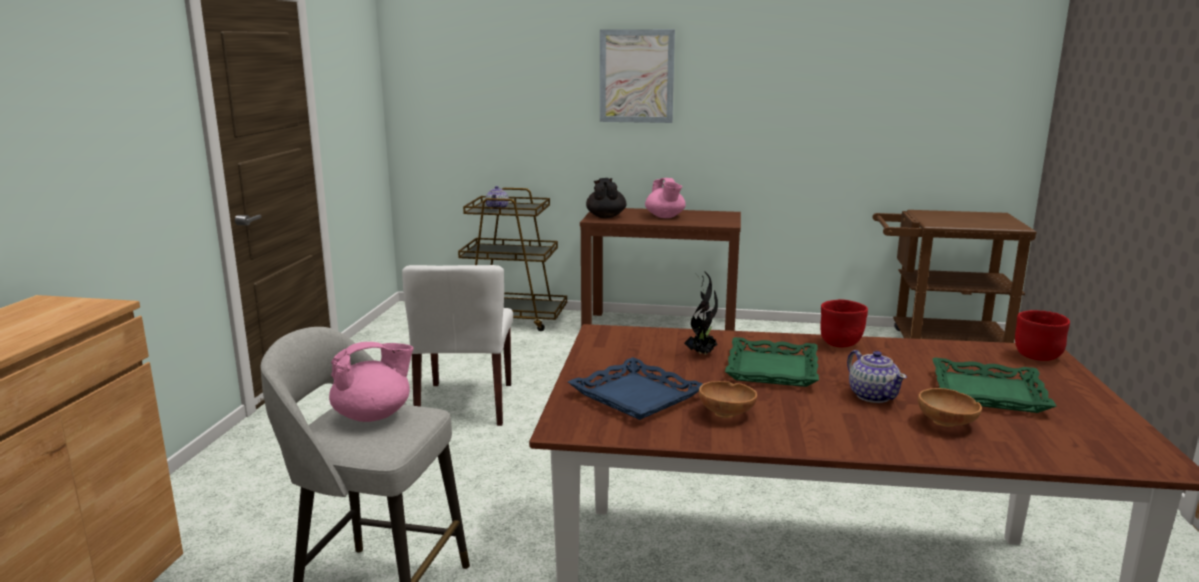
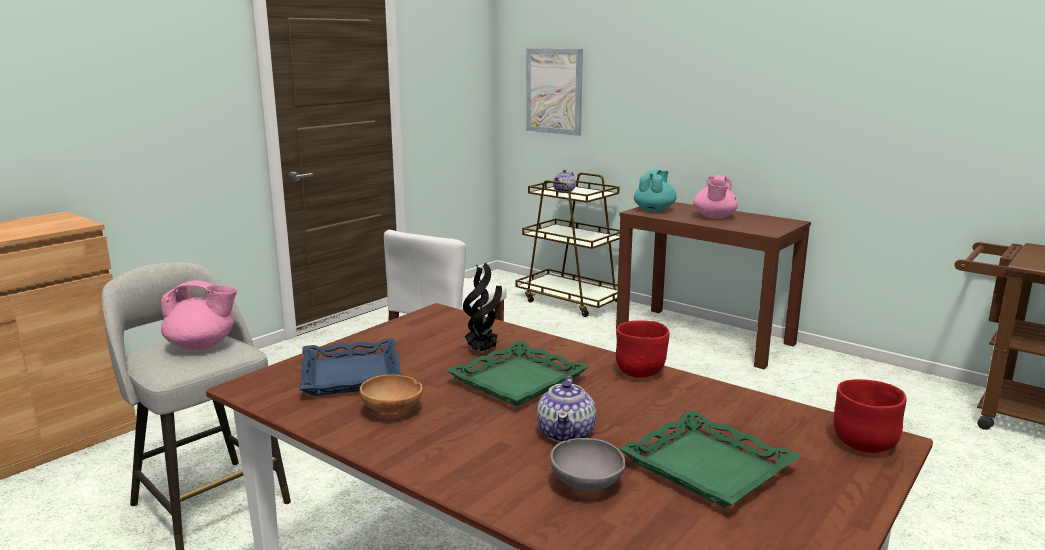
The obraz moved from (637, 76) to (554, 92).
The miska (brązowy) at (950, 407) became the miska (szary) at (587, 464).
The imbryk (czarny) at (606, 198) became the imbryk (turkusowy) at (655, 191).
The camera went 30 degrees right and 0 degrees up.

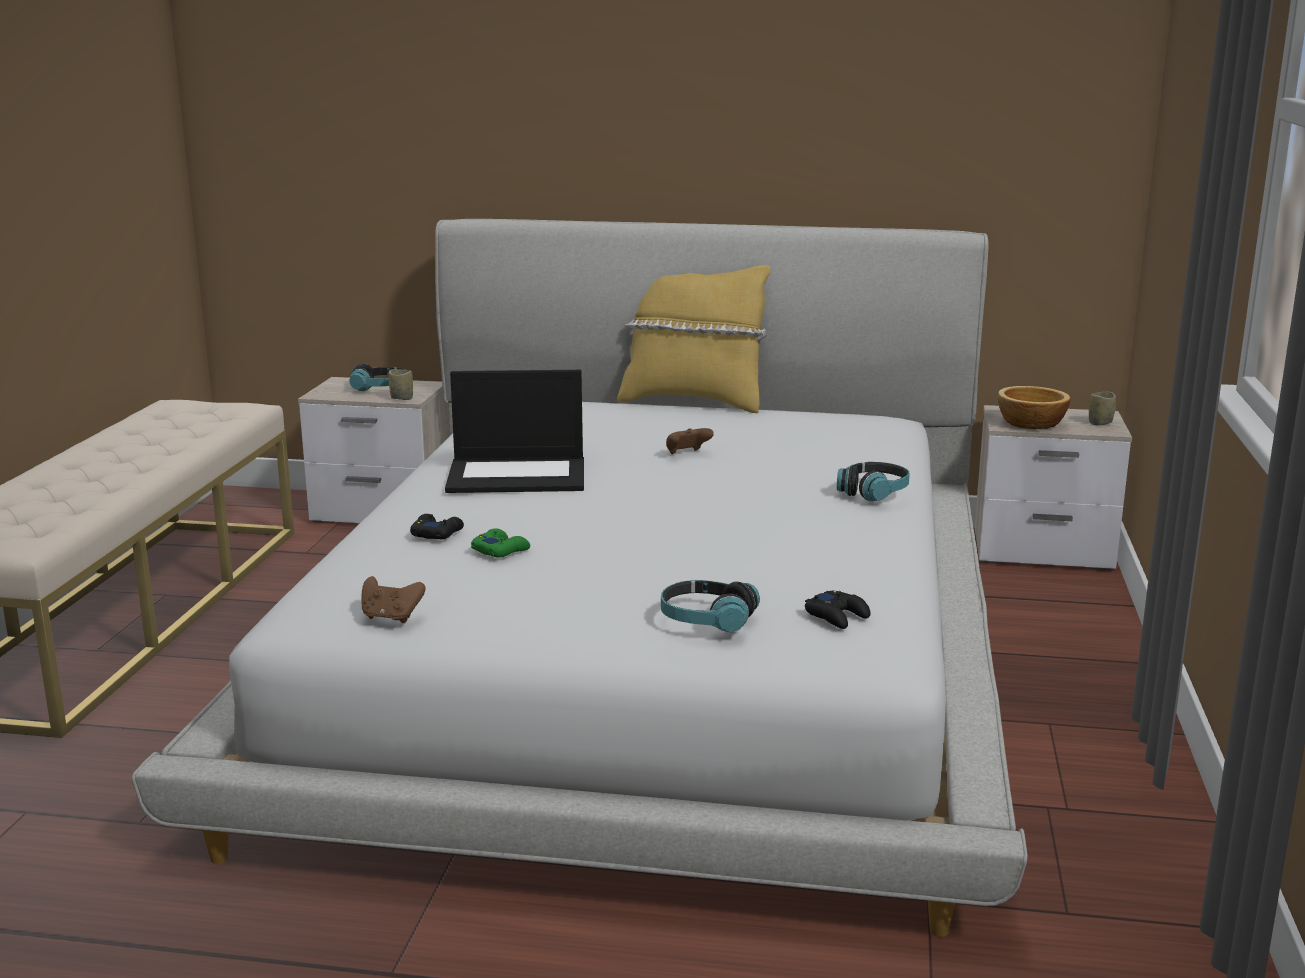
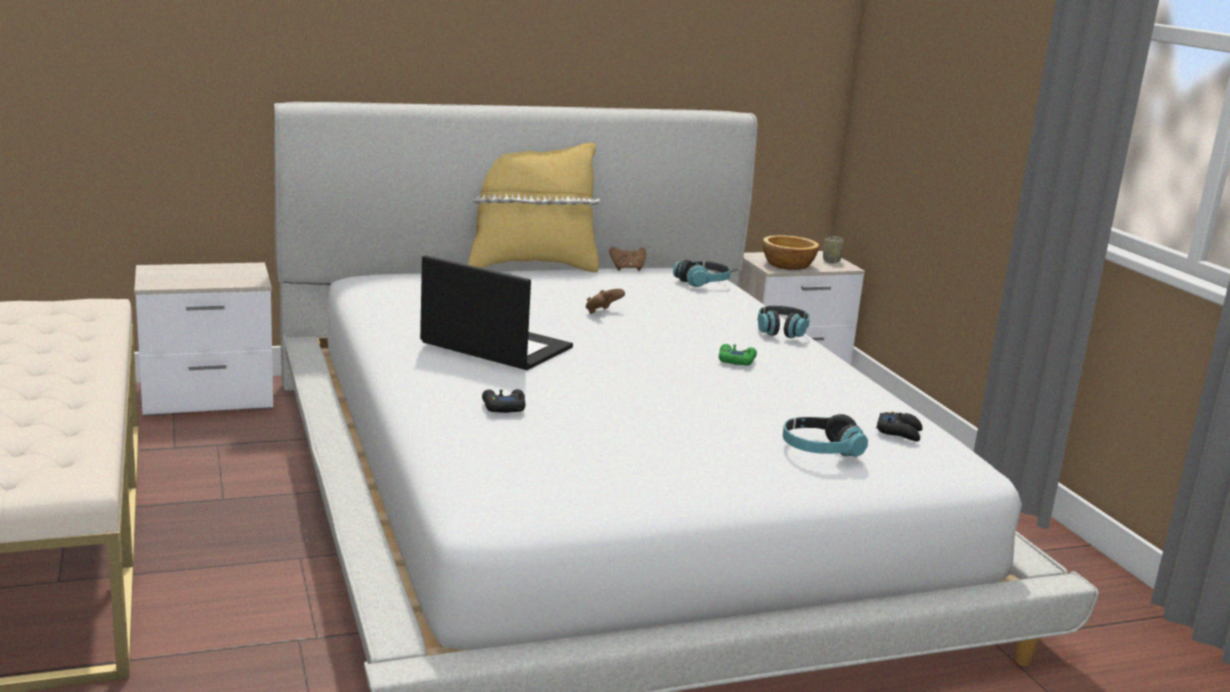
The laptop at (514, 431) turned 120 degrees counterclockwise.
The pad do gier (brązowy) moved from (393, 599) to (627, 259).
The słuchawki moved from (377, 377) to (702, 273).
The pad do gier (zielony) moved from (500, 543) to (738, 354).
The filiżanka at (401, 384) disappeared.
The camera went 30 degrees left and 0 degrees up.

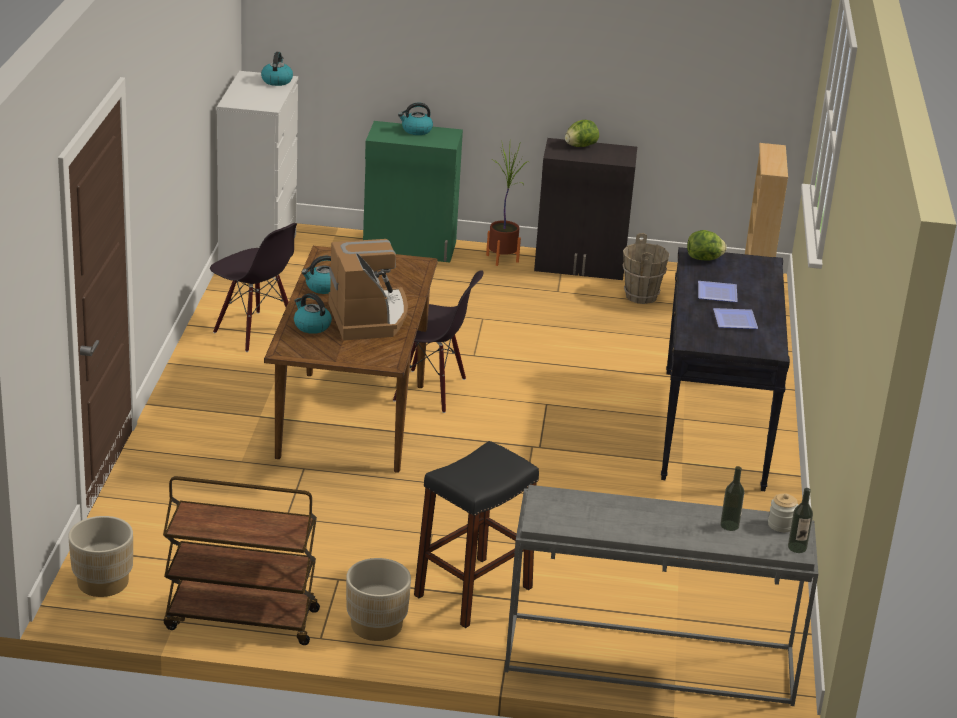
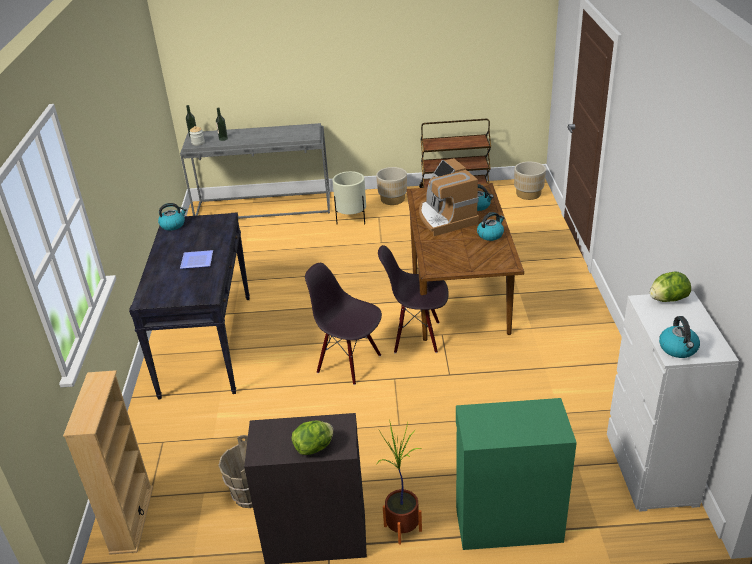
The czajnik moved from (415, 118) to (172, 216).
The krzesło (czarny) moved from (253, 287) to (343, 324).
The stołek (czarny) at (476, 534) was replaced by the donica (beżowy) at (349, 197).
The sałata moved from (707, 245) to (670, 286).
The talerz at (735, 318) disappeared.
The camera went 175 degrees right and 5 degrees up.

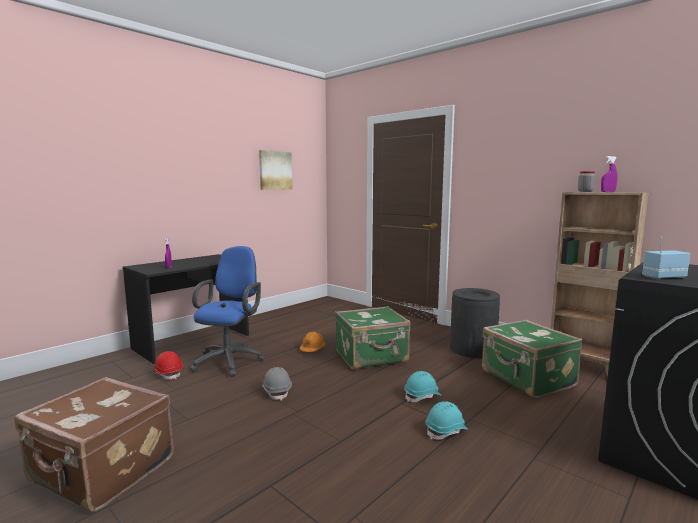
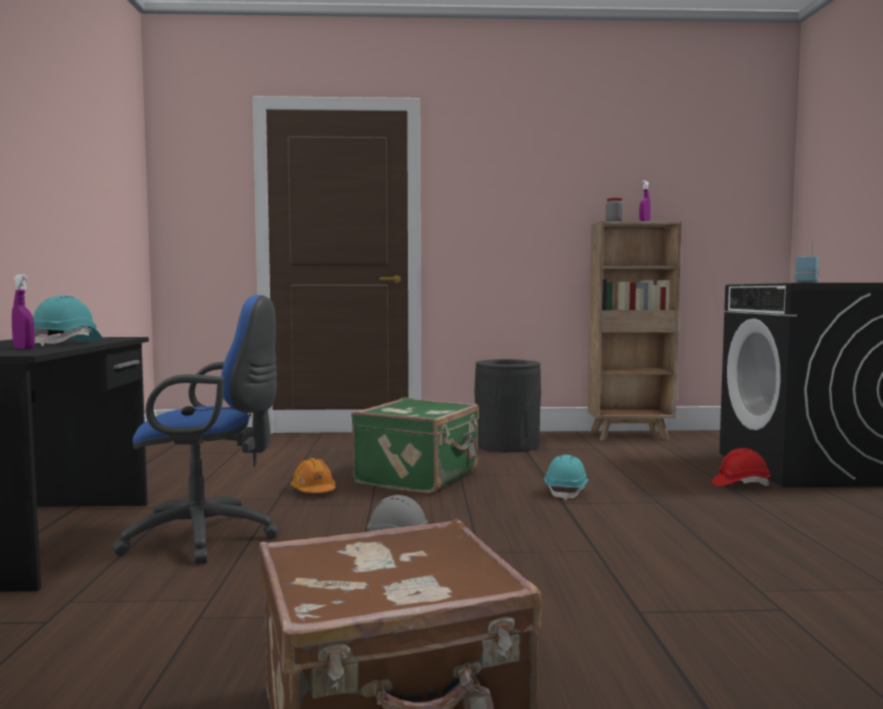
The kask (turkusowy) moved from (446, 420) to (67, 320).
The krzesło biurowe (niebieski) at (227, 311) turned 120 degrees clockwise.
The kask (czerwony) moved from (168, 365) to (741, 467).
The obraz at (275, 170) disappeared.
The walizka (zielony) at (532, 359) disappeared.
The camera went 45 degrees left and 5 degrees down.

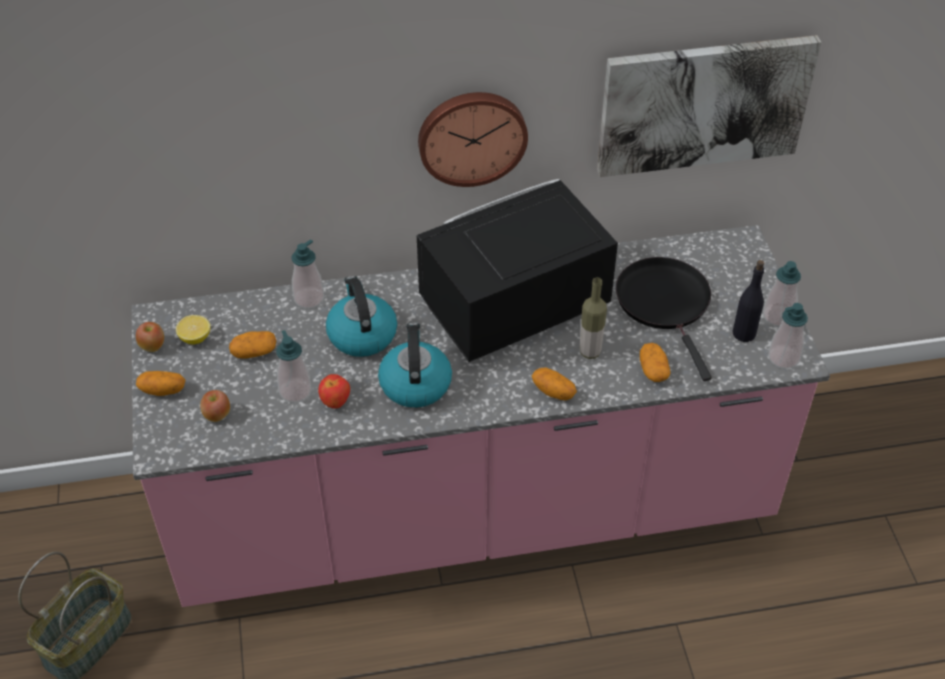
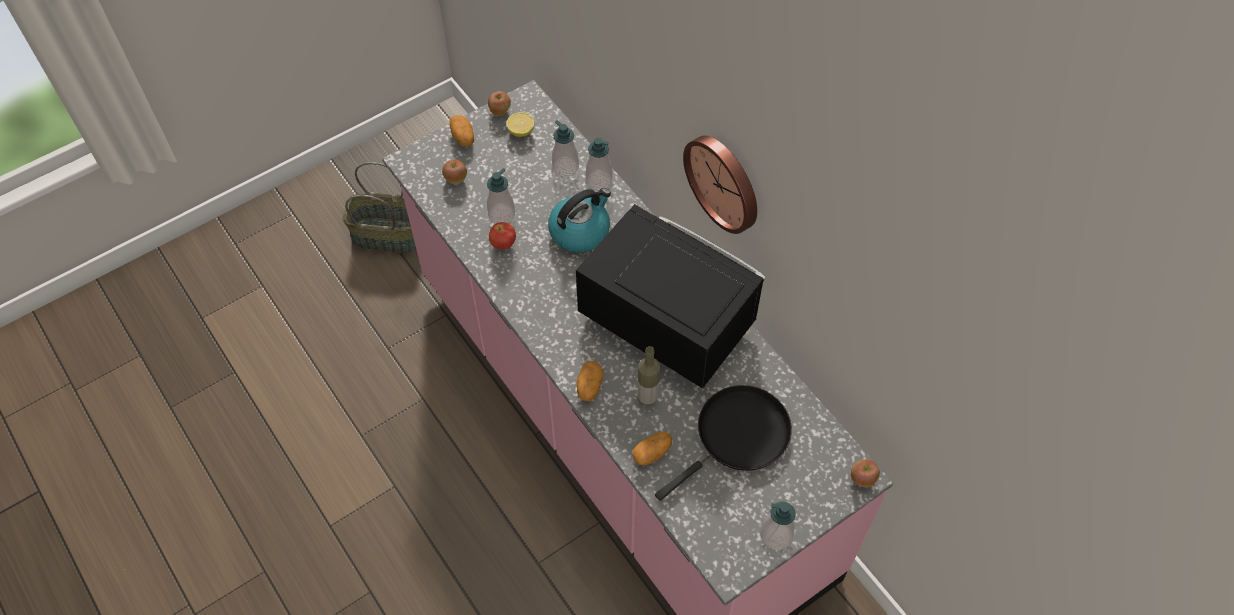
The dozownik mydła moved from (788, 336) to (565, 148).
The jabłko at (865, 473) appeared.
The ziemniak at (252, 345) disappeared.
The czajnik at (415, 365) disappeared.
The obraz at (709, 106) disappeared.
The butelka (czarny) at (748, 301) disappeared.
The camera went 65 degrees right and 10 degrees up.

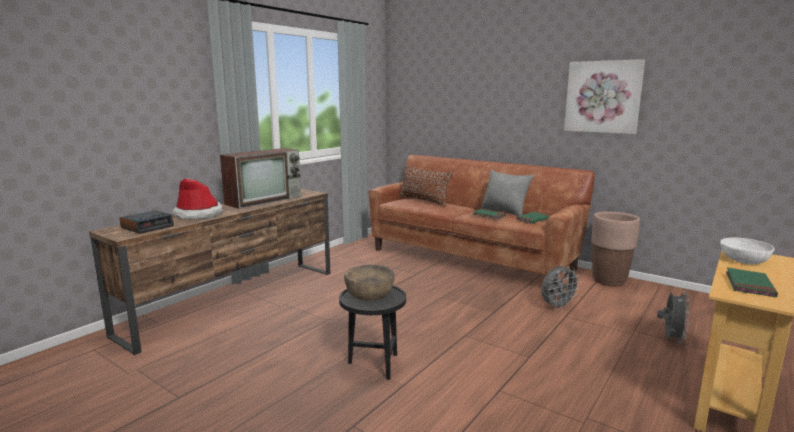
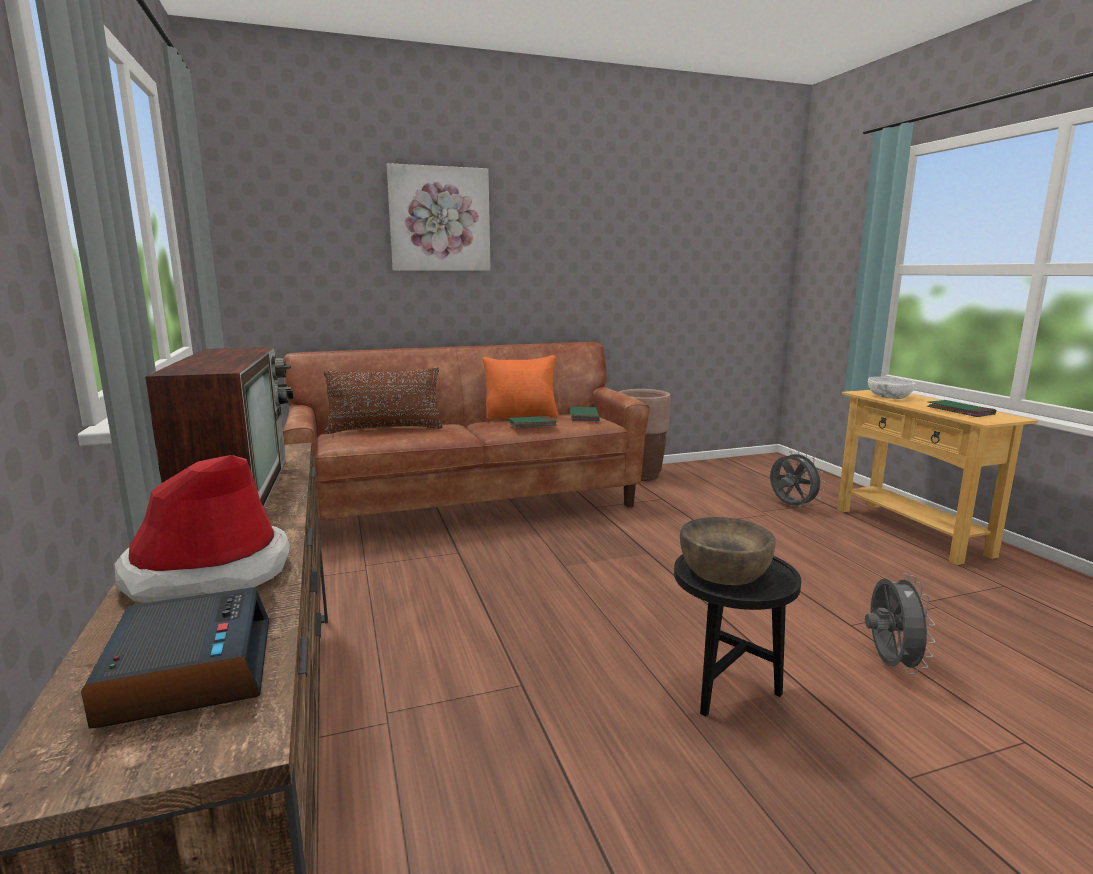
The obraz moved from (604, 96) to (439, 217).
The poduszka (szary) at (508, 193) became the poduszka (pomarańczowy) at (520, 387).
The wentylator (szary) moved from (561, 288) to (900, 623).
The camera went 55 degrees left and 0 degrees up.

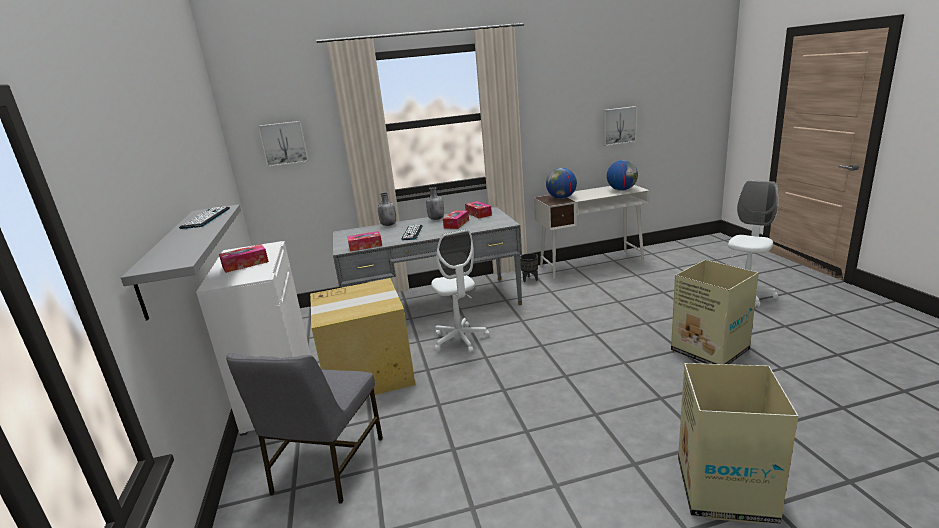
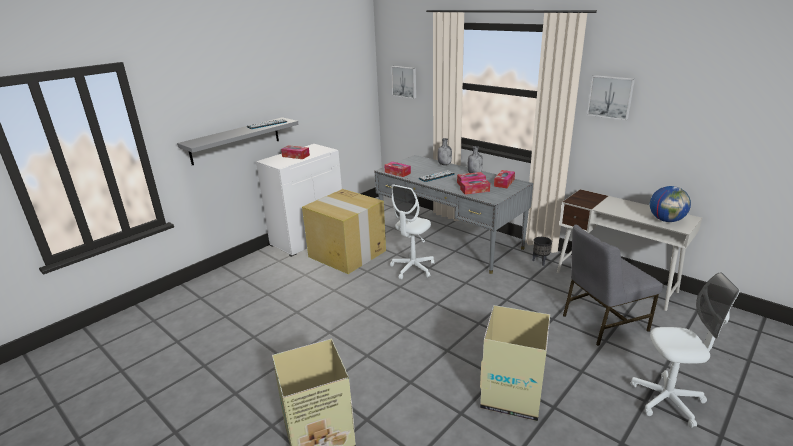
The pudełko chusteczek at (475, 186) appeared.
The krzesło (szary) moved from (304, 428) to (613, 285).
The obraz moved from (620, 126) to (611, 97).
The globus at (561, 183) disappeared.
The camera went 55 degrees right and 5 degrees up.

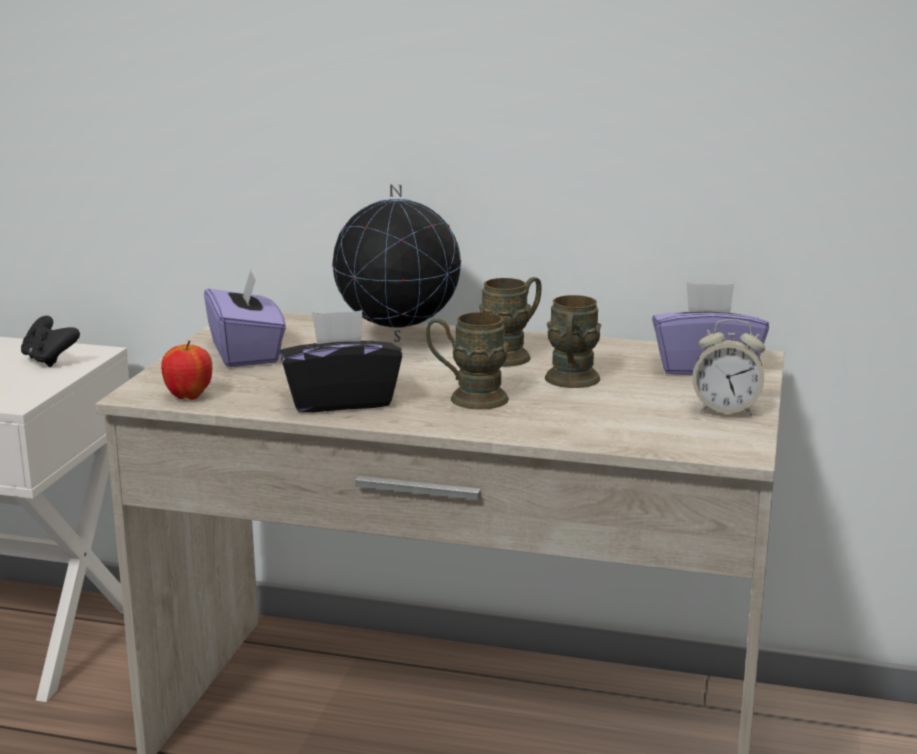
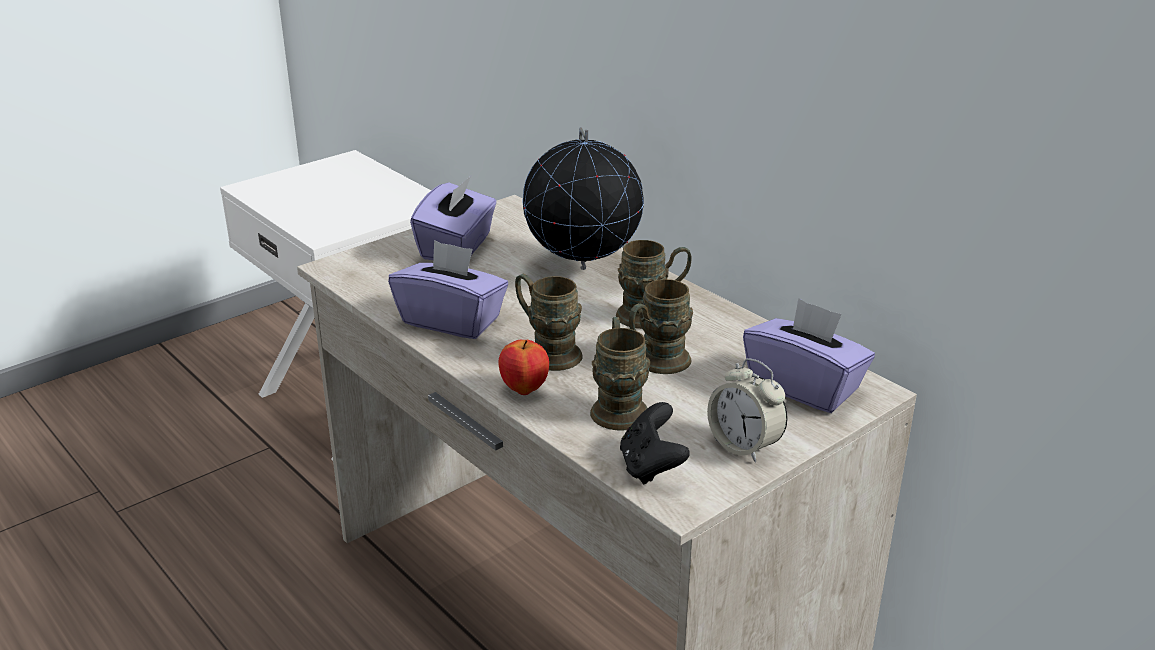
The pudełko chusteczek (czarny) at (340, 361) became the pudełko chusteczek (fioletowy) at (448, 289).
The jabłko moved from (186, 370) to (523, 367).
The kubek (brązowy) at (620, 373) appeared.
The pad do gier (czarny) moved from (50, 341) to (655, 443).
The camera went 35 degrees right and 10 degrees up.

